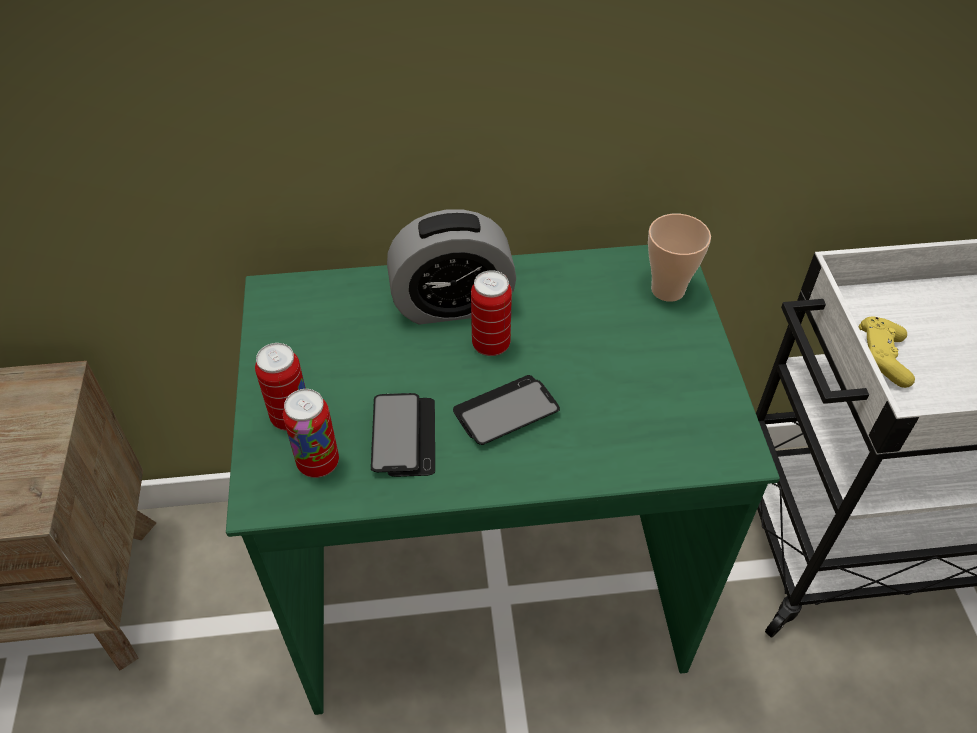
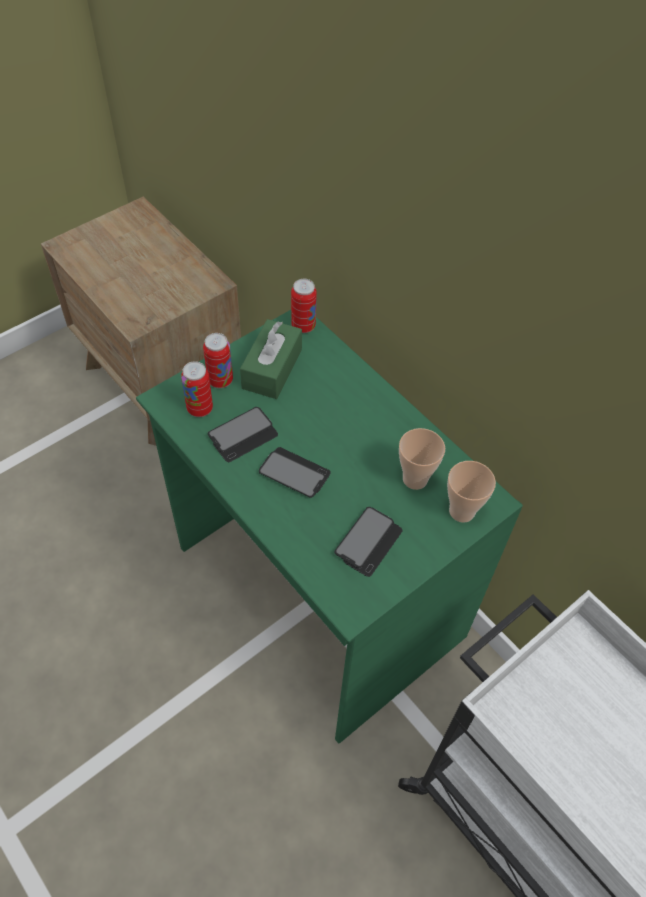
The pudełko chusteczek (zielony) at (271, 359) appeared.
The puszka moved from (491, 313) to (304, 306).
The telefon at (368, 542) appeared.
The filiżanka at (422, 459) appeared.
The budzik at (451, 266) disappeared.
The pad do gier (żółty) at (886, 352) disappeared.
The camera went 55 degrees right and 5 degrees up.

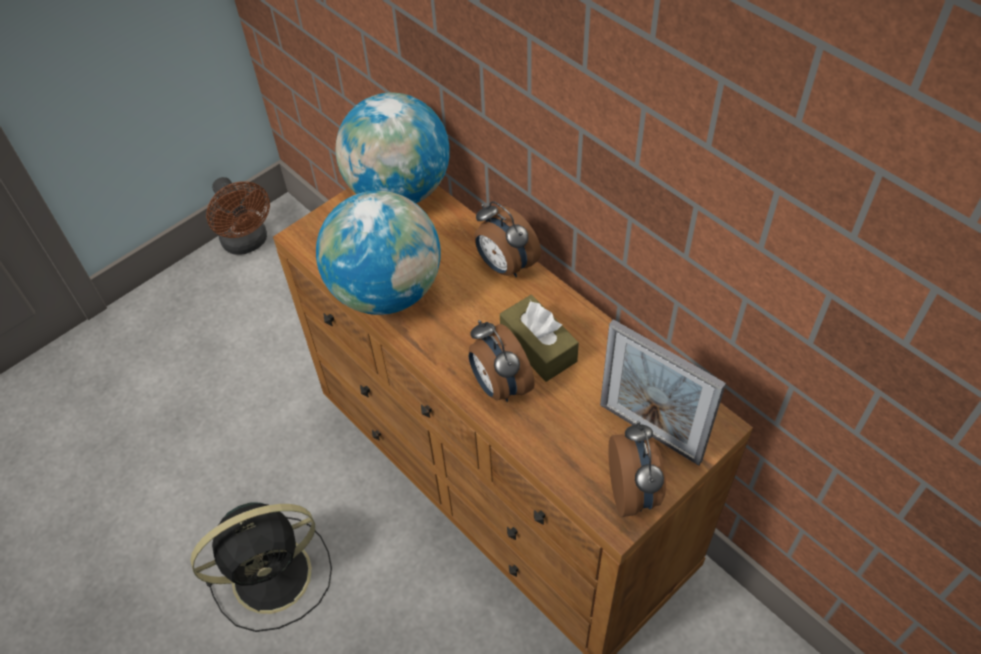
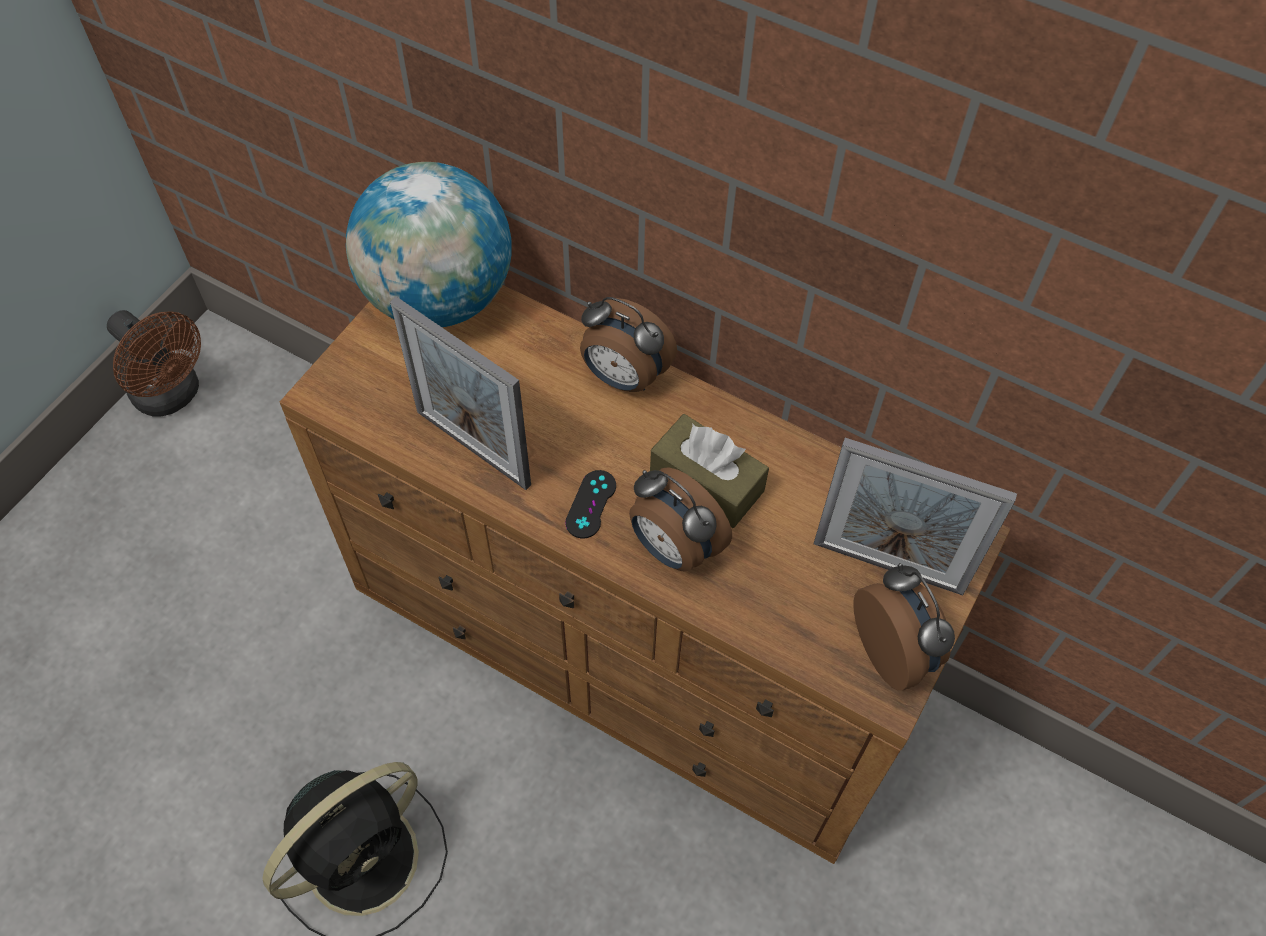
The globus at (378, 253) was replaced by the ramka na zdjęcie at (460, 393).
The pad do gier (czarny) at (590, 504) appeared.
The camera went 20 degrees left and 5 degrees up.

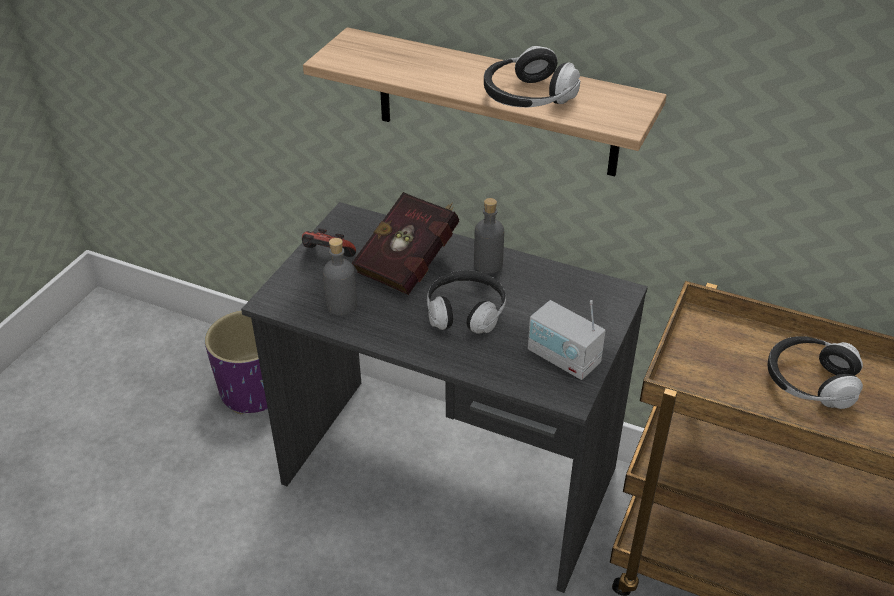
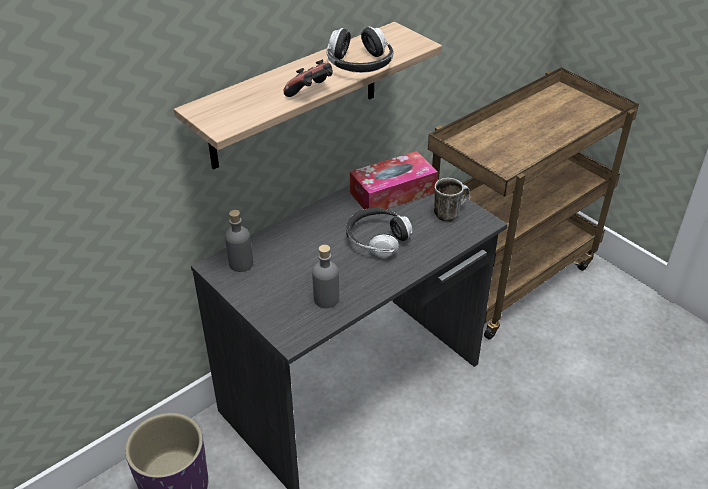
The butelka (szary) moved from (489, 236) to (239, 241).
The pad do gier moved from (329, 243) to (308, 78).
The pudełko chusteczek at (394, 180) appeared.
The radio at (567, 340) was replaced by the kubek at (452, 200).
The książka (czerwony) at (405, 243) disappeared.
The słuchawki at (815, 372) disappeared.
The camera went 65 degrees left and 0 degrees up.

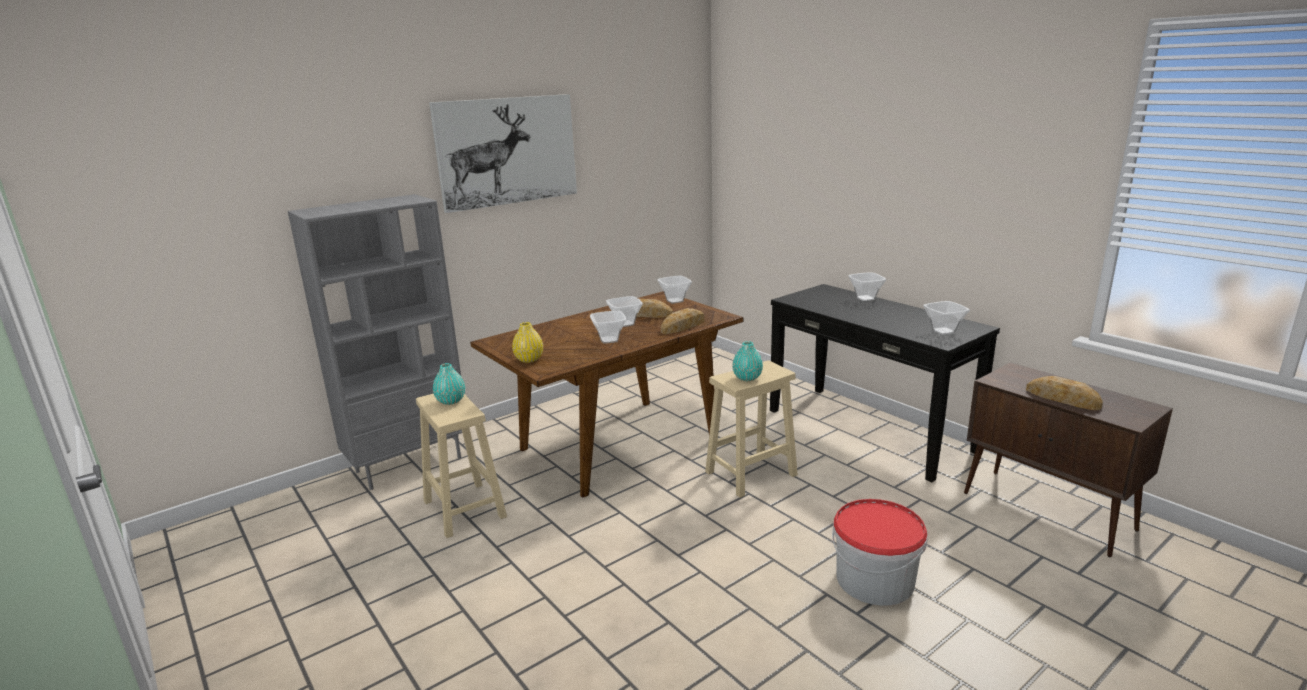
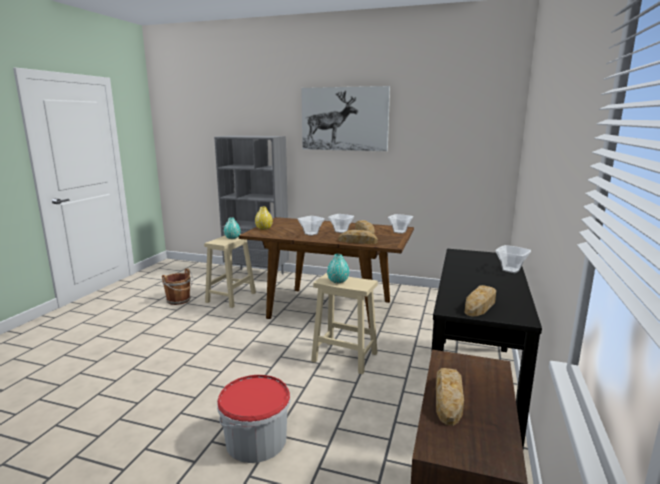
The wiadro (brązowy) at (177, 286) appeared.
The miska at (946, 318) was replaced by the chleb at (480, 301).
The camera went 55 degrees right and 5 degrees down.

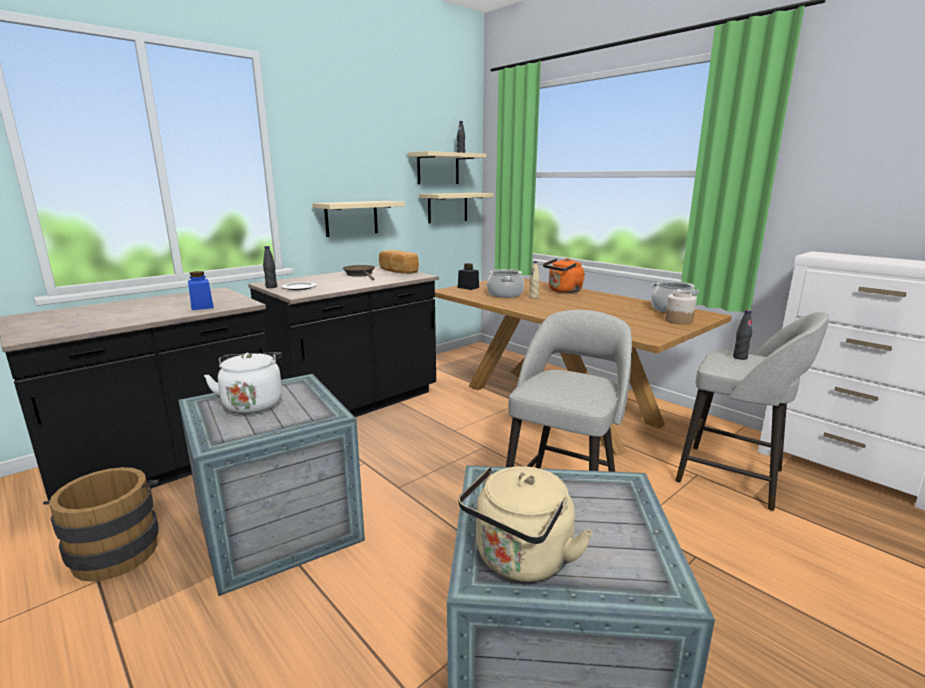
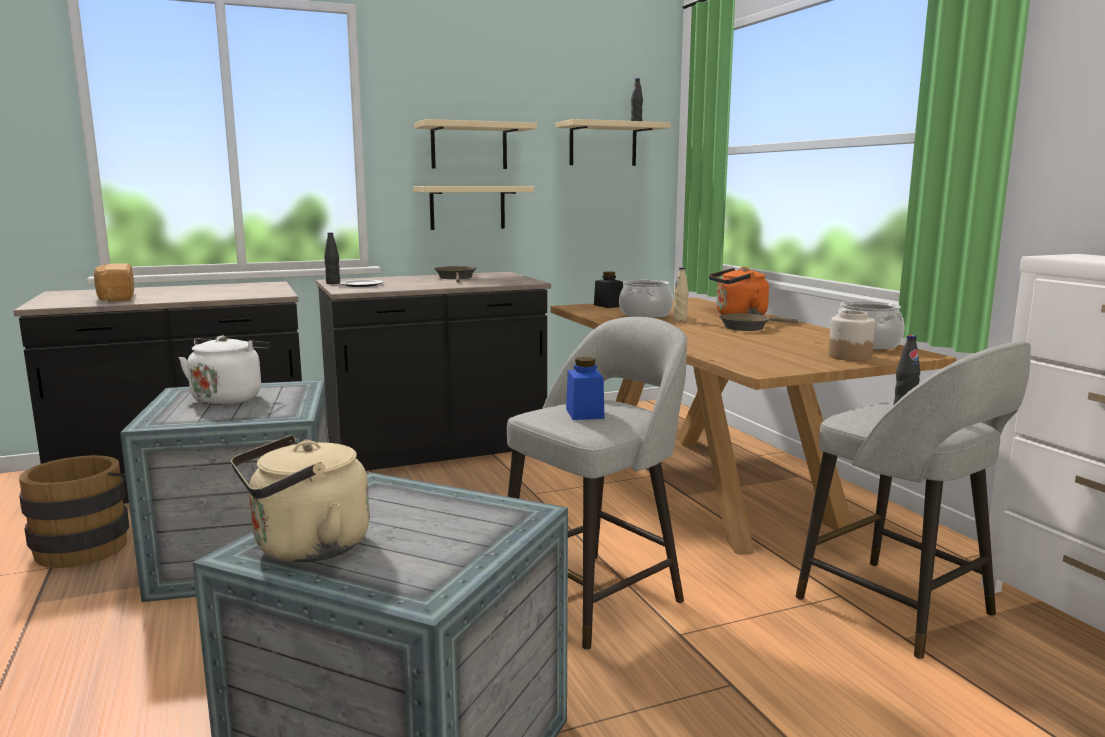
The chleb moved from (399, 262) to (114, 282).
The półka (beżowy) moved from (456, 208) to (475, 144).
The słoik (niebieski) moved from (201, 290) to (585, 388).
The patelnia (brązowy) at (759, 322) appeared.
The camera went 20 degrees right and 5 degrees down.

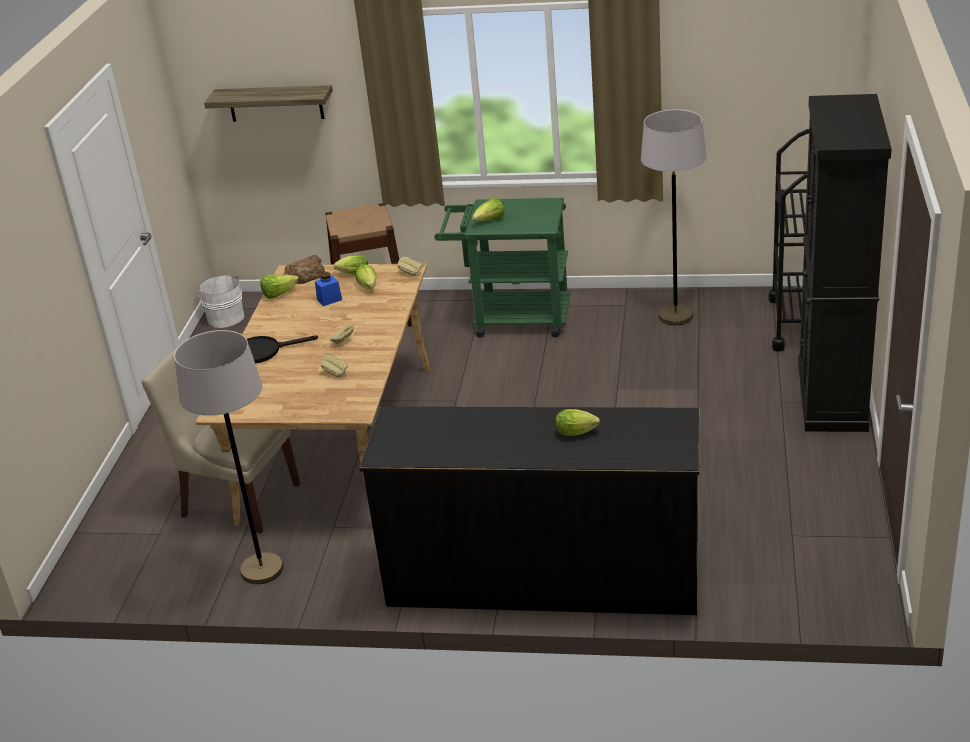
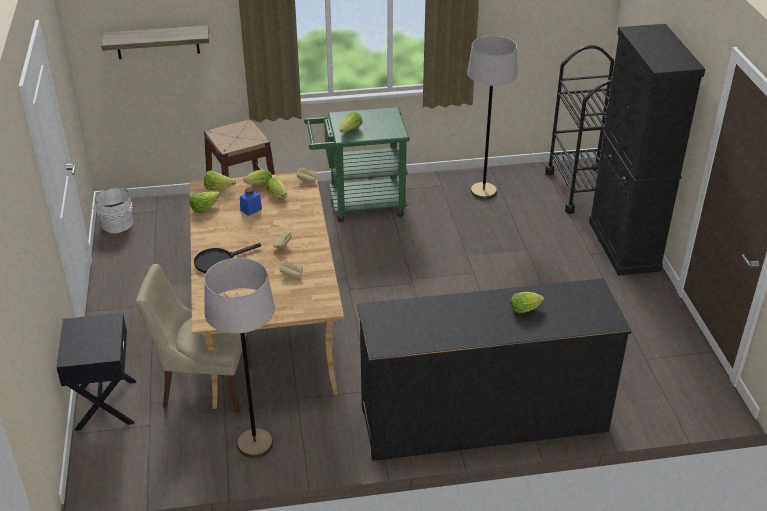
The szafka nocna (czarny) at (96, 372) appeared.
The chleb at (304, 269) was replaced by the sałata at (220, 180).
The camera went 20 degrees left and 5 degrees up.

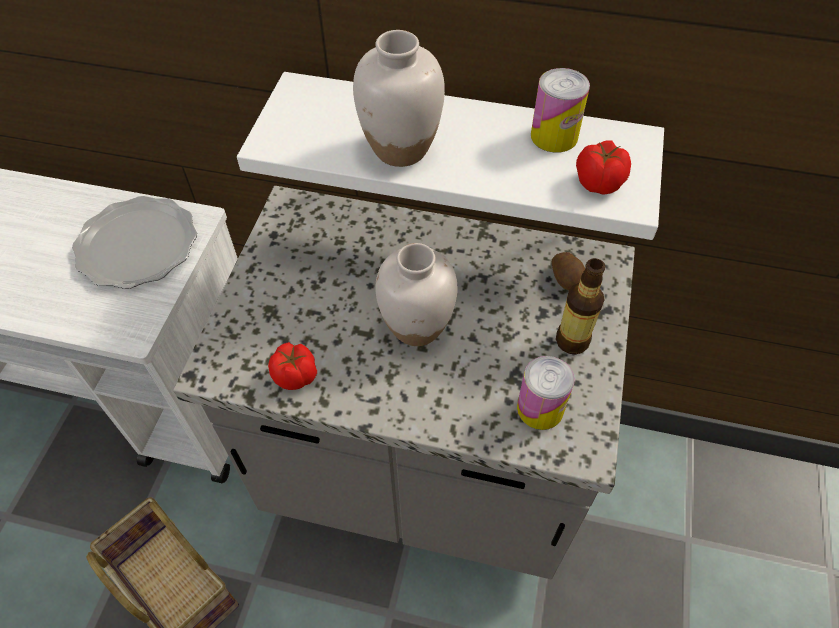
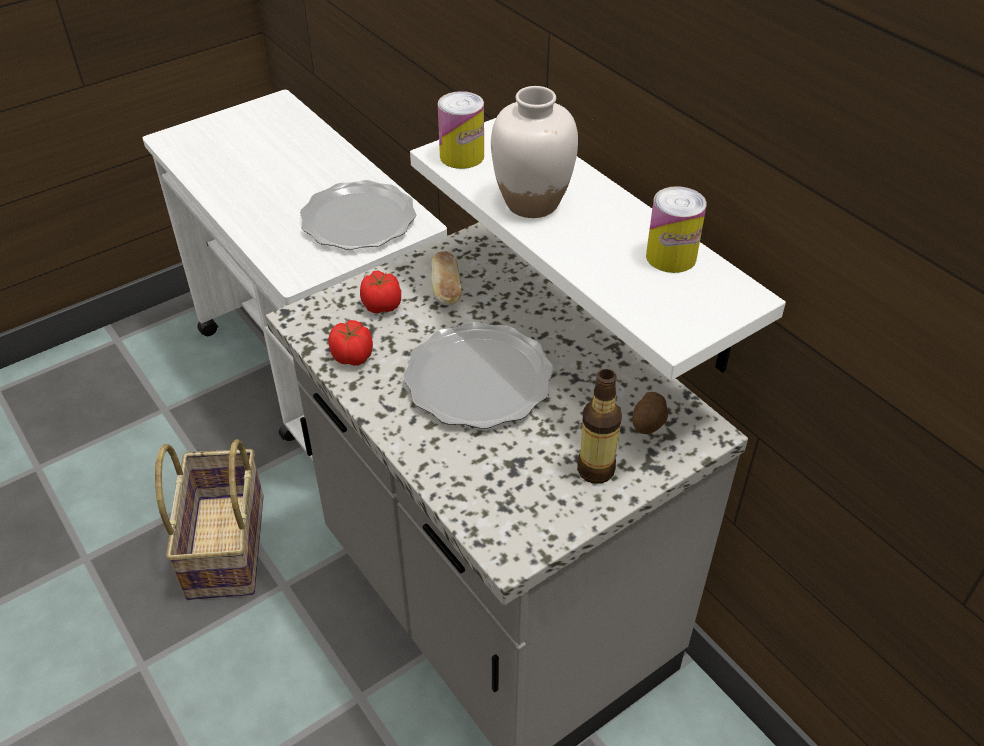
The pomidor moved from (603, 168) to (380, 292).
The wazon (biały) at (416, 294) was replaced by the talerz at (478, 375).
The chleb at (446, 279) appeared.
The puszka moved from (545, 393) to (461, 130).
The camera went 40 degrees right and 10 degrees down.

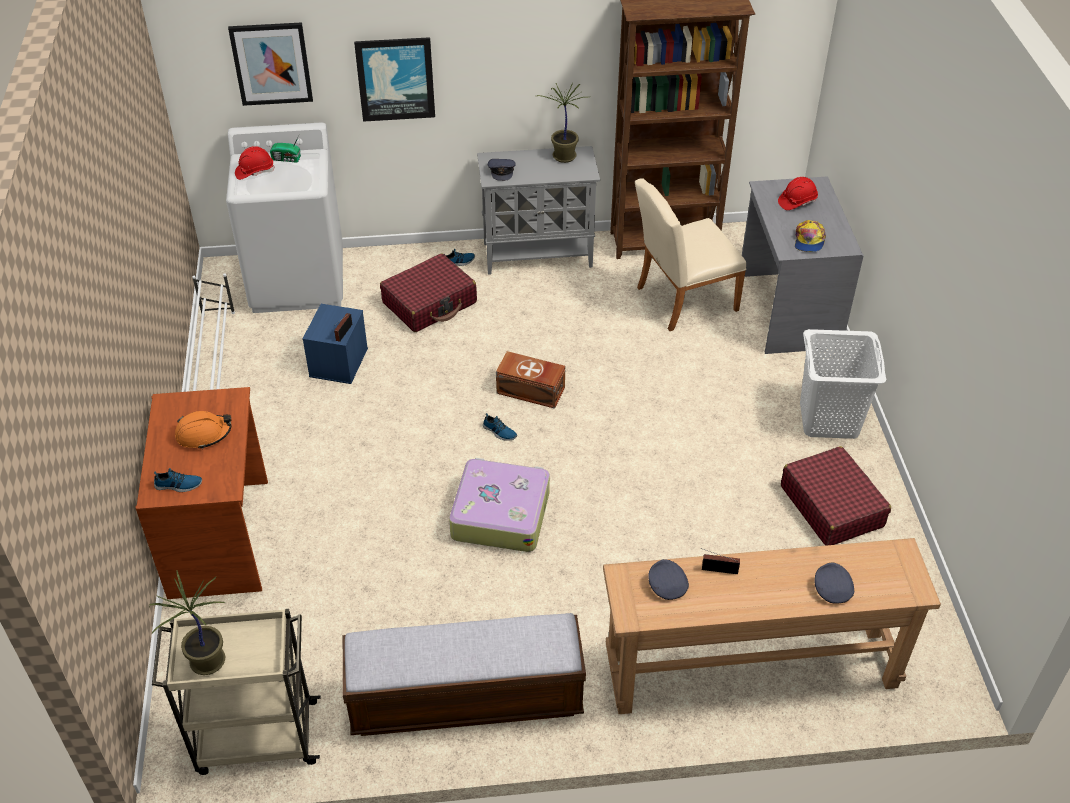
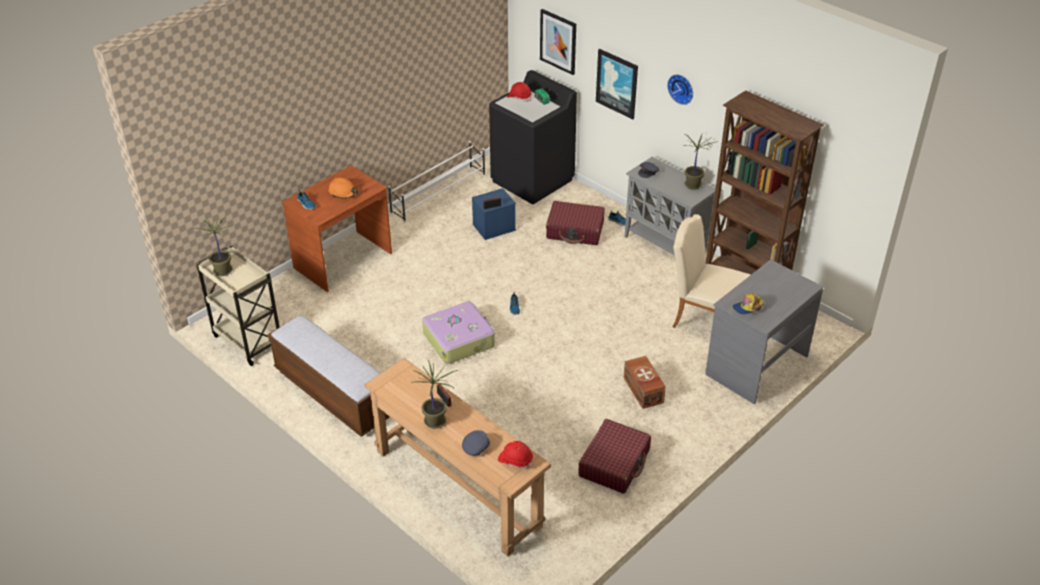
The roślina doniczkowa at (435, 394) appeared.
The pralka (biały) at (284, 217) became the pralka (czarny) at (533, 137).
The kask (czerwony) moved from (798, 193) to (515, 455).
The pojemnik do przechowywania (brązowy) moved from (530, 380) to (645, 382).
The zegar ścienny at (680, 89) appeared.
The czapka z daszkiem (szary) at (668, 579) disappeared.
The kosz na pranie (biały) at (843, 384) disappeared.
The camera went 50 degrees right and 5 degrees down.

